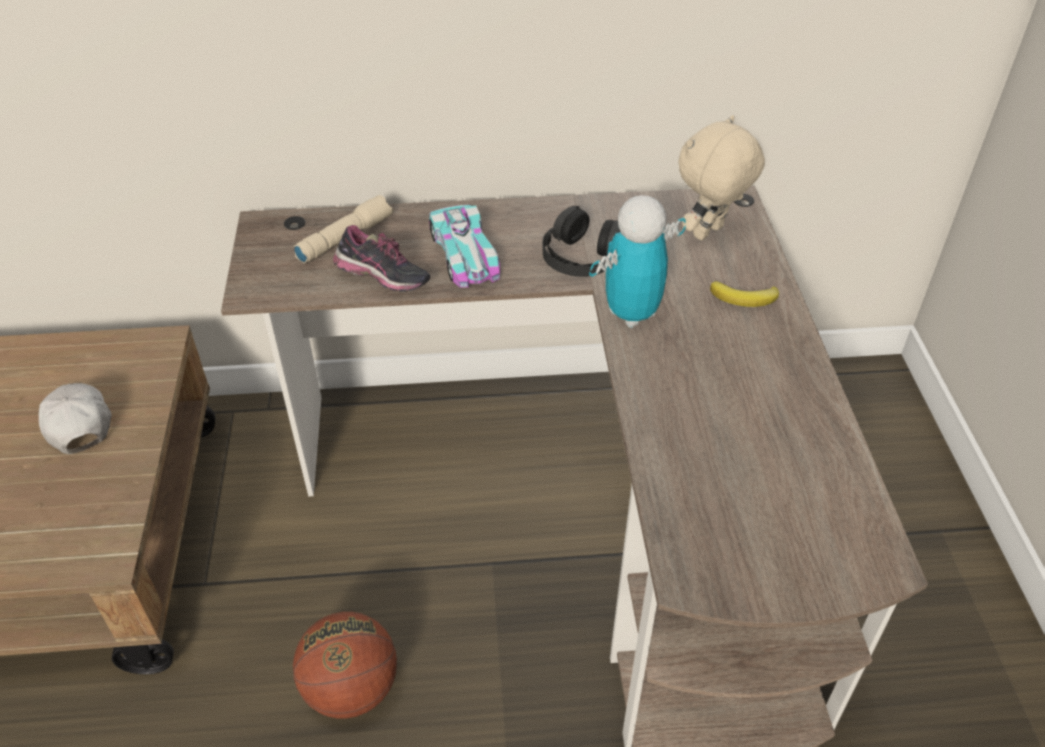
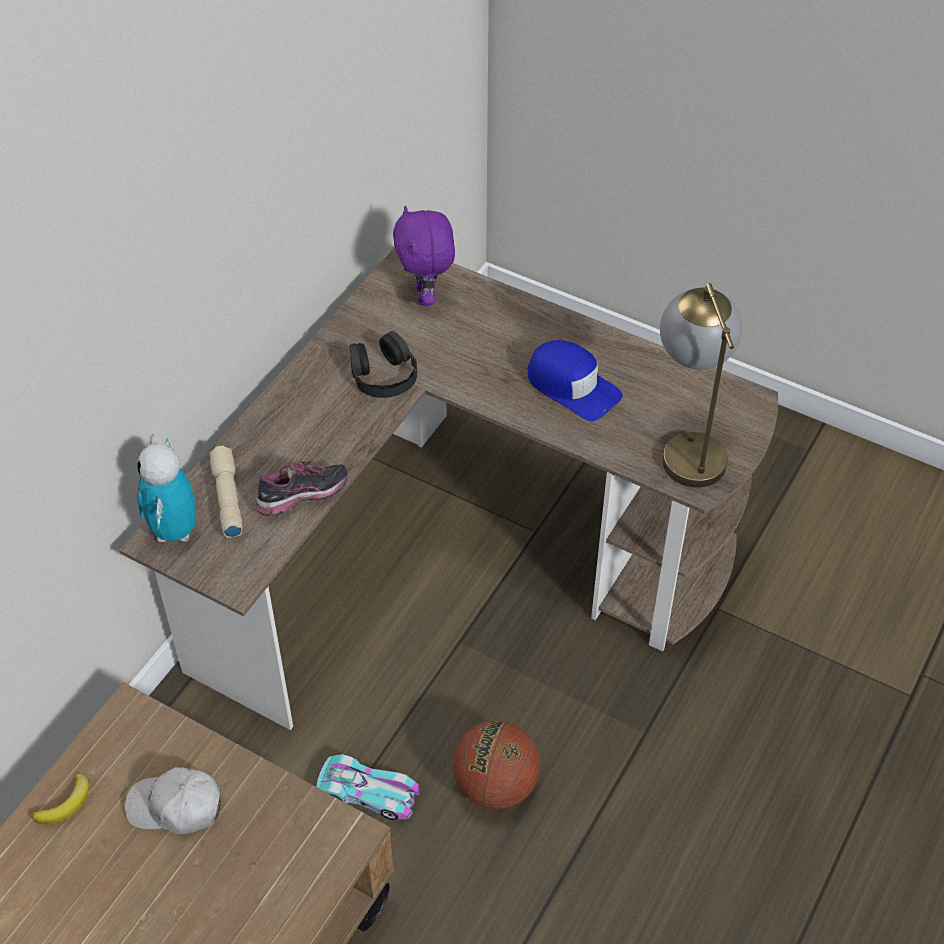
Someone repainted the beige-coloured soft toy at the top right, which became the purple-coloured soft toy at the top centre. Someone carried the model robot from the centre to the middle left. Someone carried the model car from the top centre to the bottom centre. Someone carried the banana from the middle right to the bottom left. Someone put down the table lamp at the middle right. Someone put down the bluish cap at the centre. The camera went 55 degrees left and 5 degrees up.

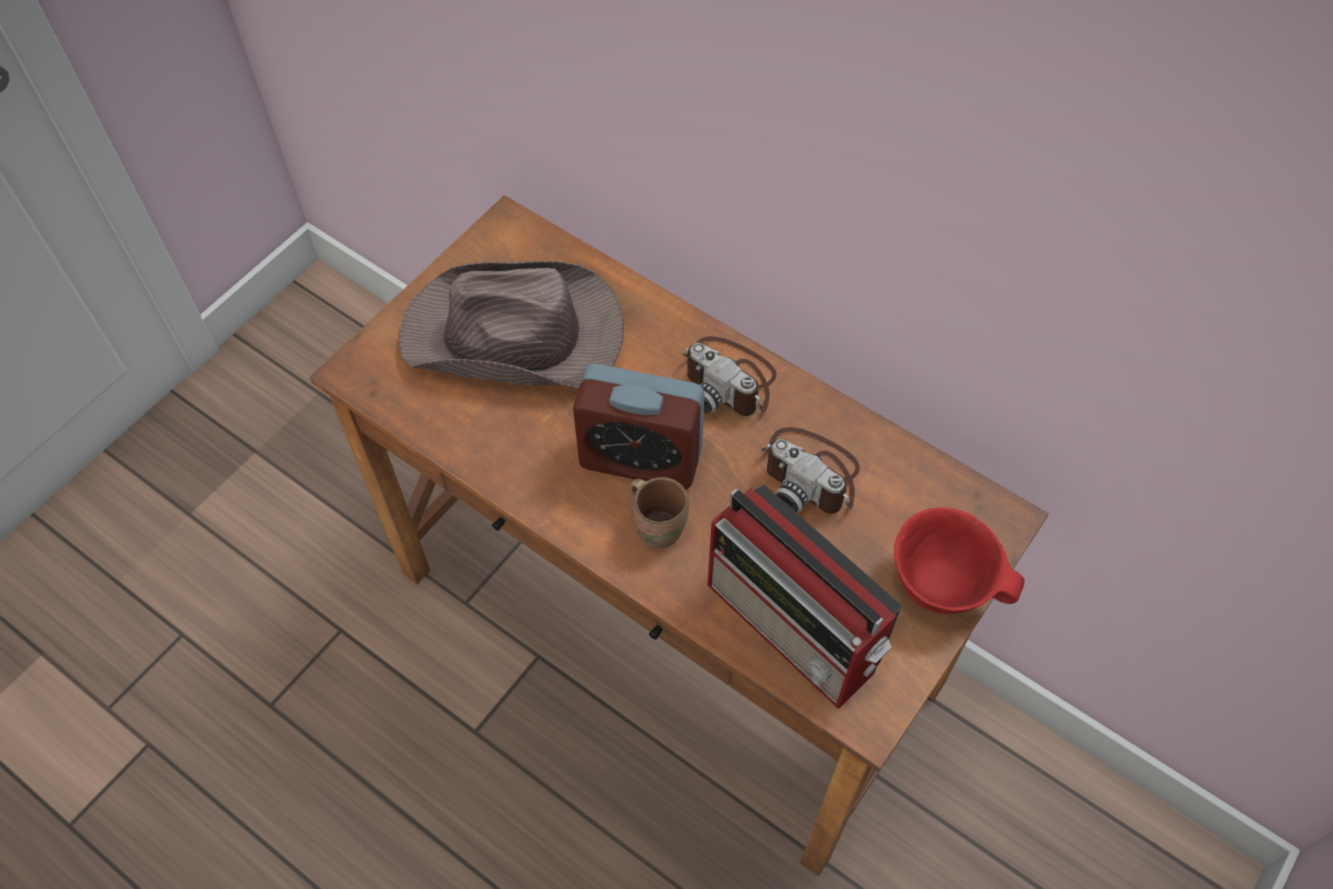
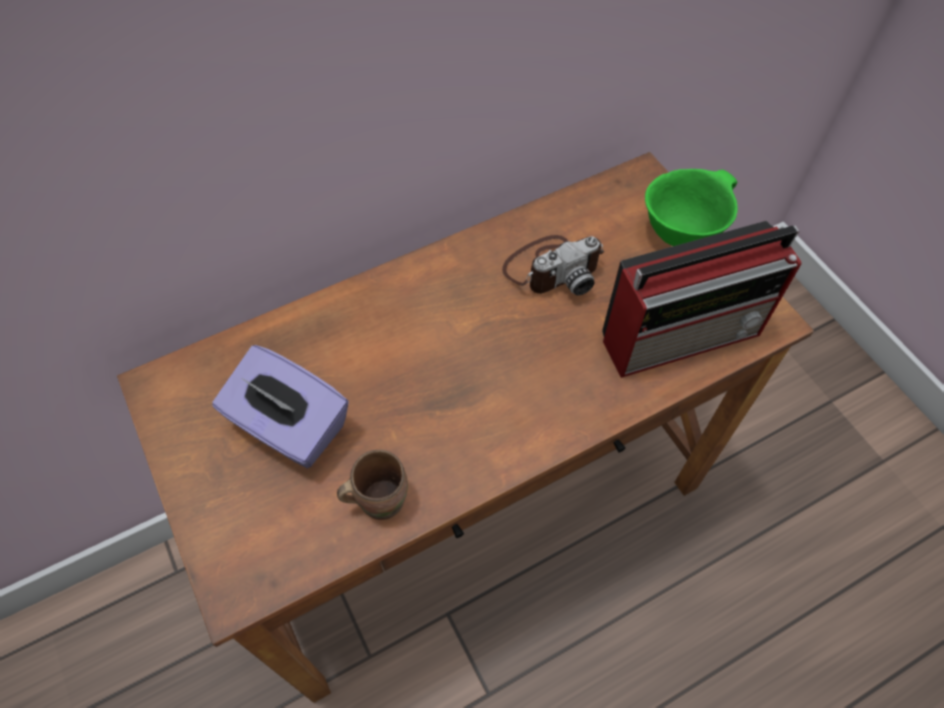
Someone swapped the brown-coloured hat at the centre for the purple-coloured tissue box at the middle left. Someone took away the still camera (1st from left) at the centre. Someone took away the bedside clock at the centre. Someone carried the brown-coloured coffee mug from the centre to the bottom centre. Someone repainted the red deep dish at the middle right, which became the greenish deep dish at the top right. The camera went 65 degrees left and 0 degrees up.

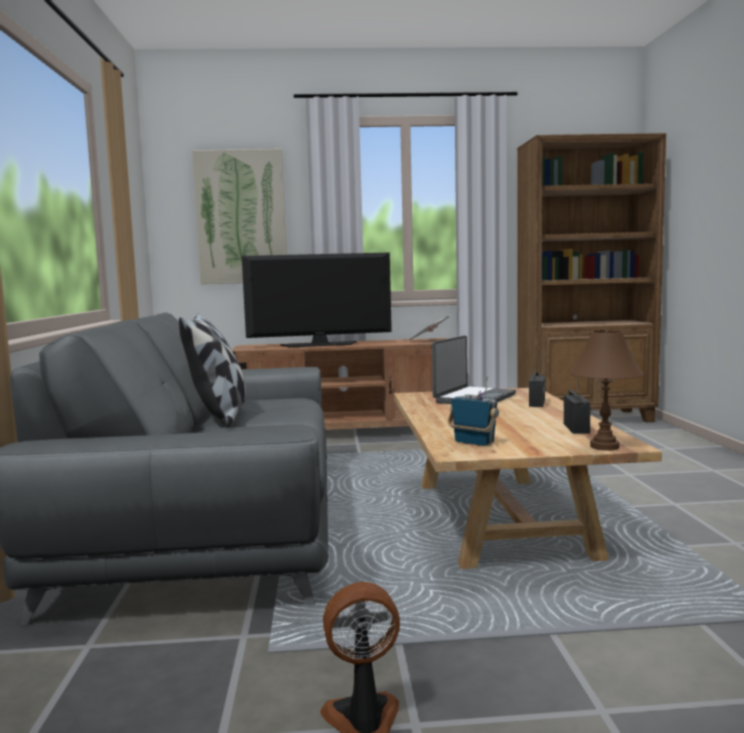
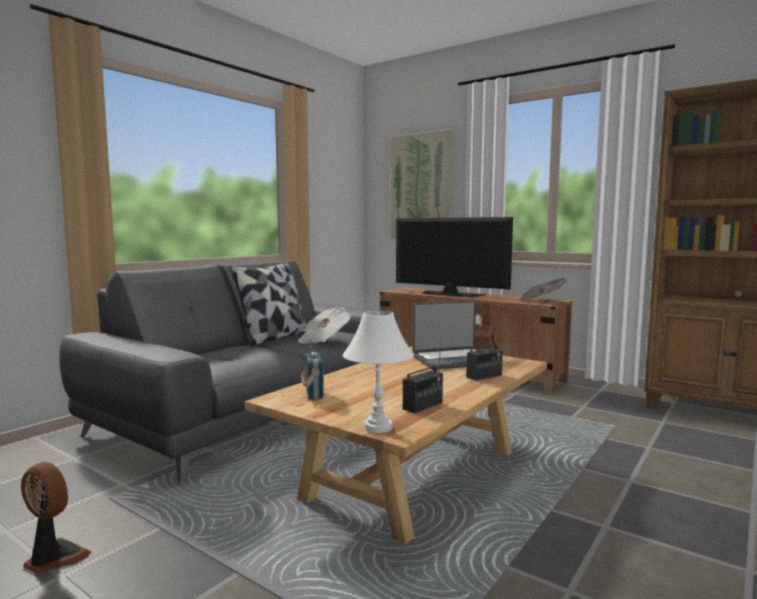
Someone repainted the brown-coloured table lamp at the middle right, which became the white table lamp at the centre. Someone put down the printed paper (1st from left) at the centre. The camera went 40 degrees right and 0 degrees up.

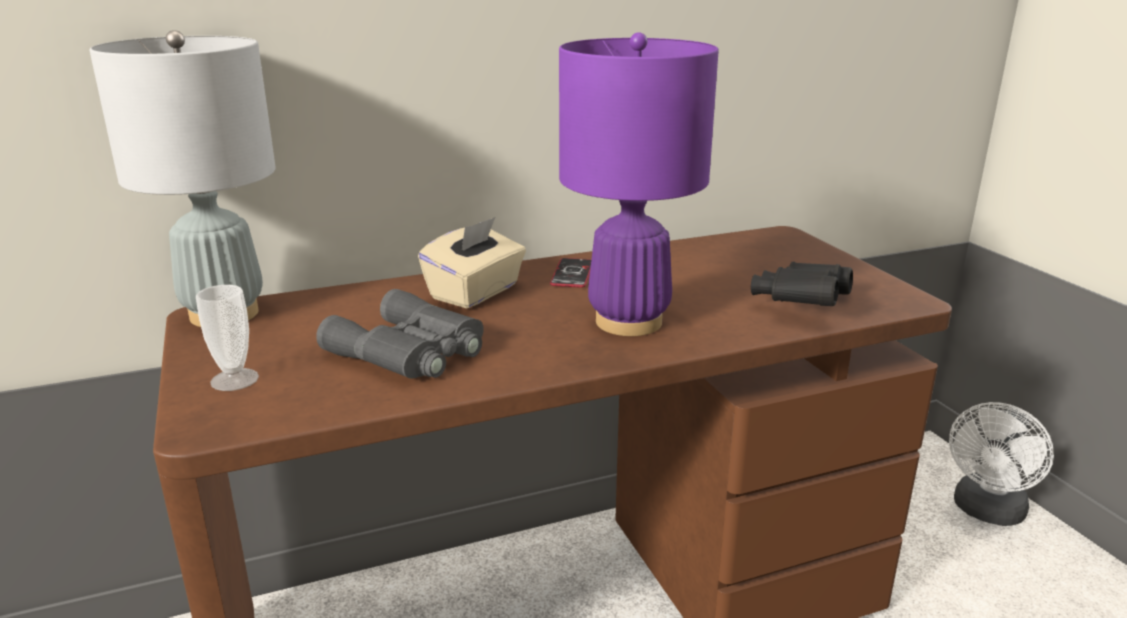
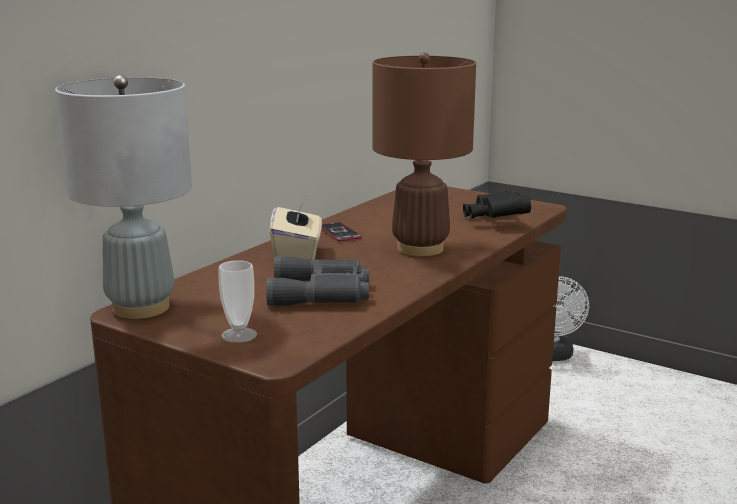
Someone repainted the purple-coloured table lamp at the top centre, which became the brown-coloured table lamp at the top centre. The camera went 35 degrees left and 5 degrees down.

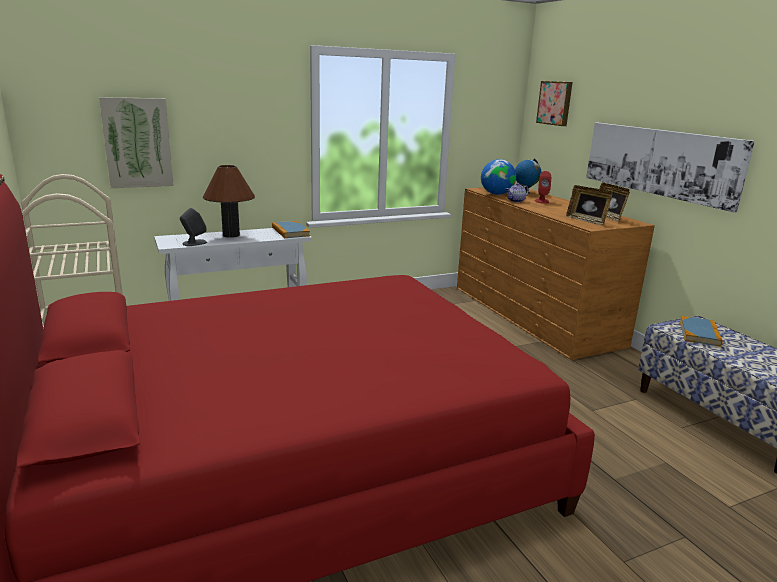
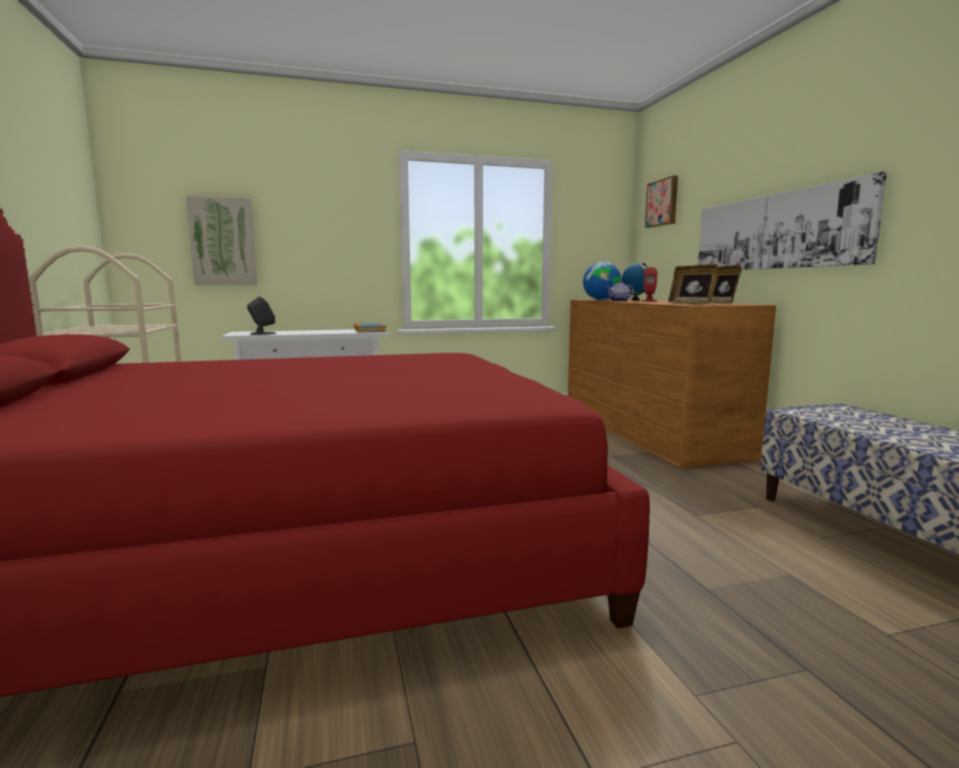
Someone took away the brown-coloured table lamp at the middle left. Someone took away the volume (2nd from left) at the middle right. The camera went 10 degrees right and 10 degrees down.

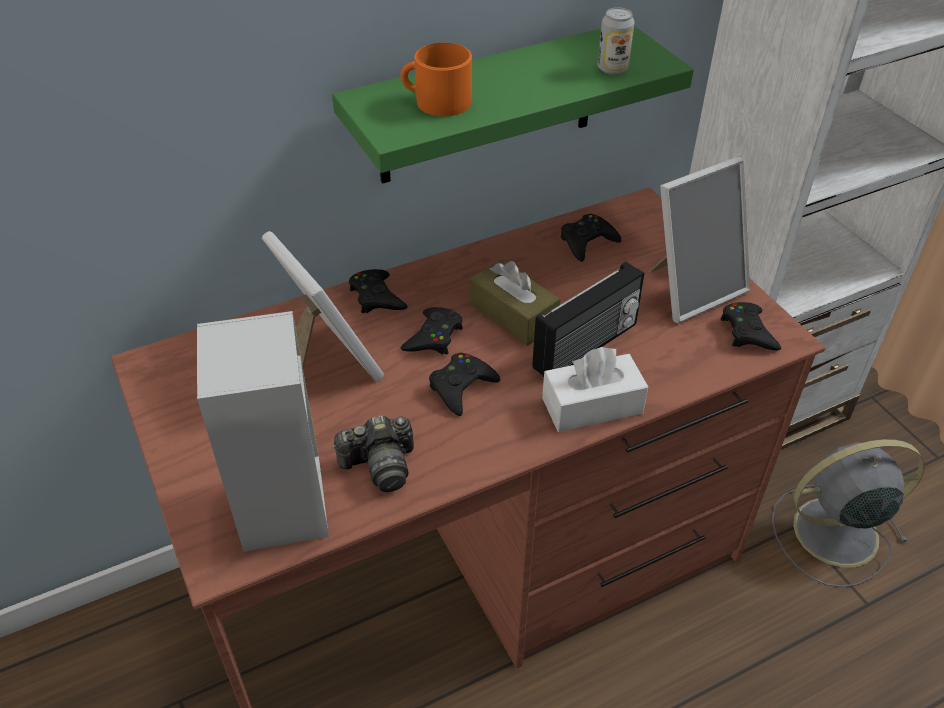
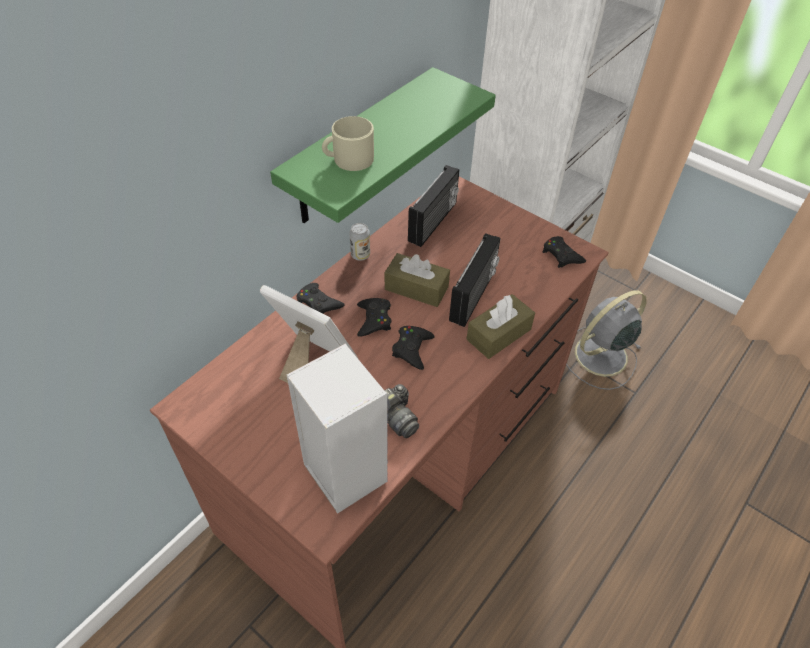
Someone carried the sealed can from the top centre to the centre. Someone repainted the orange coffee mug at the top centre, which became the beige-coloured coffee mug at the top centre. Someone took away the standing frame (2nd from left) at the middle right. Someone swapped the blackish gamepad (4th from left) at the centre for the radio receiver (1st from left) at the top centre. Someone repainted the white tissue box at the centre, which became the brown-coloured tissue box (2nd from left) at the centre. The camera went 25 degrees left and 5 degrees up.

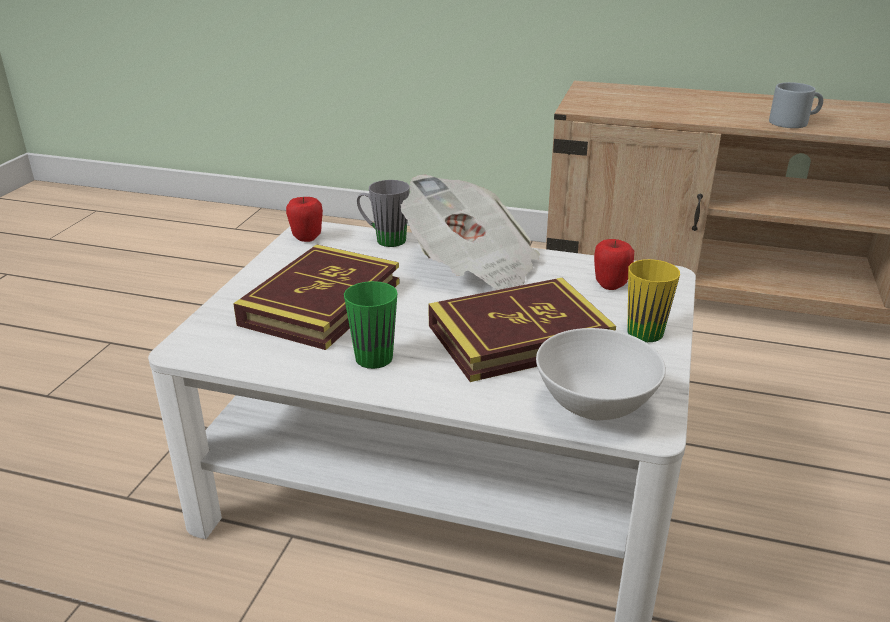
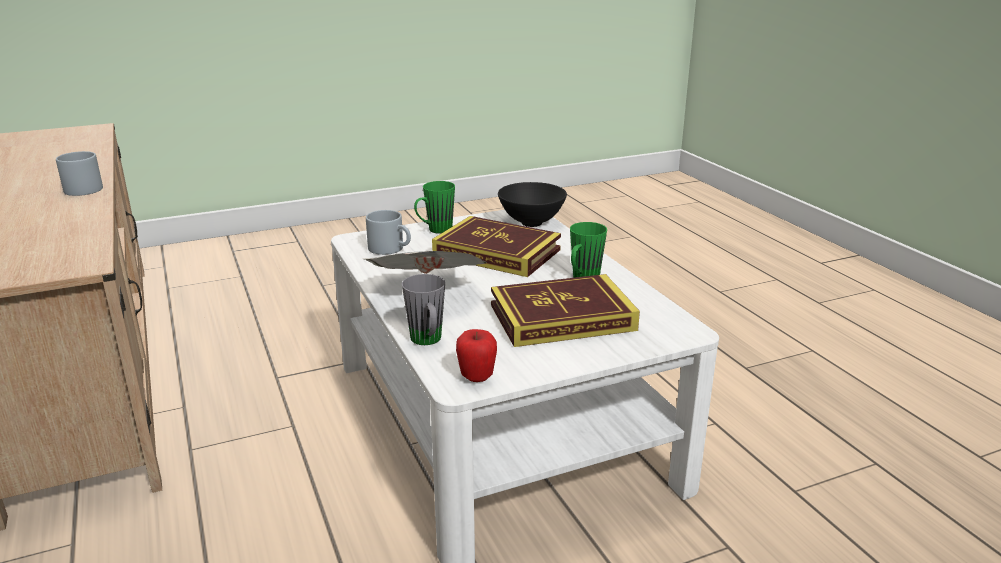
Someone swapped the apple (2nd from left) at the middle right for the gray coffee mug (2nd from left) at the centre. Someone repainted the yellow coffee mug at the middle right, which became the greenish coffee mug (1st from left) at the centre. Someone repainted the white deep dish at the middle right, which became the blackish deep dish at the centre. The camera went 130 degrees left and 5 degrees down.

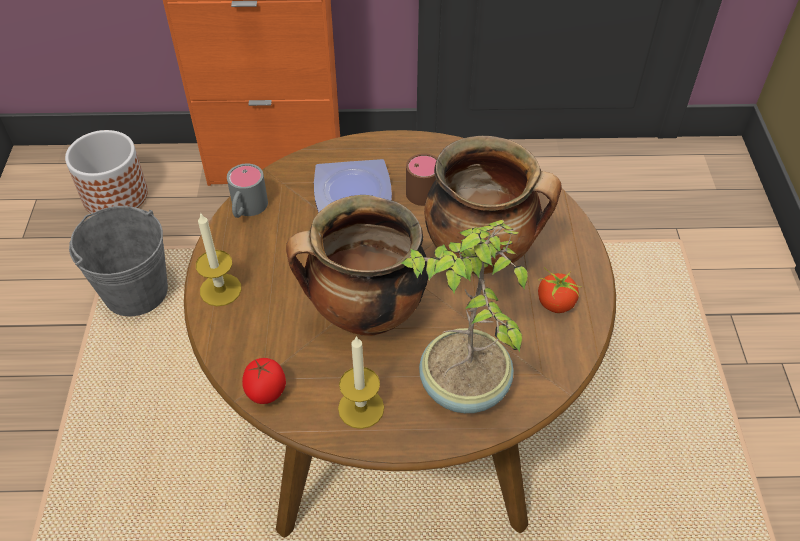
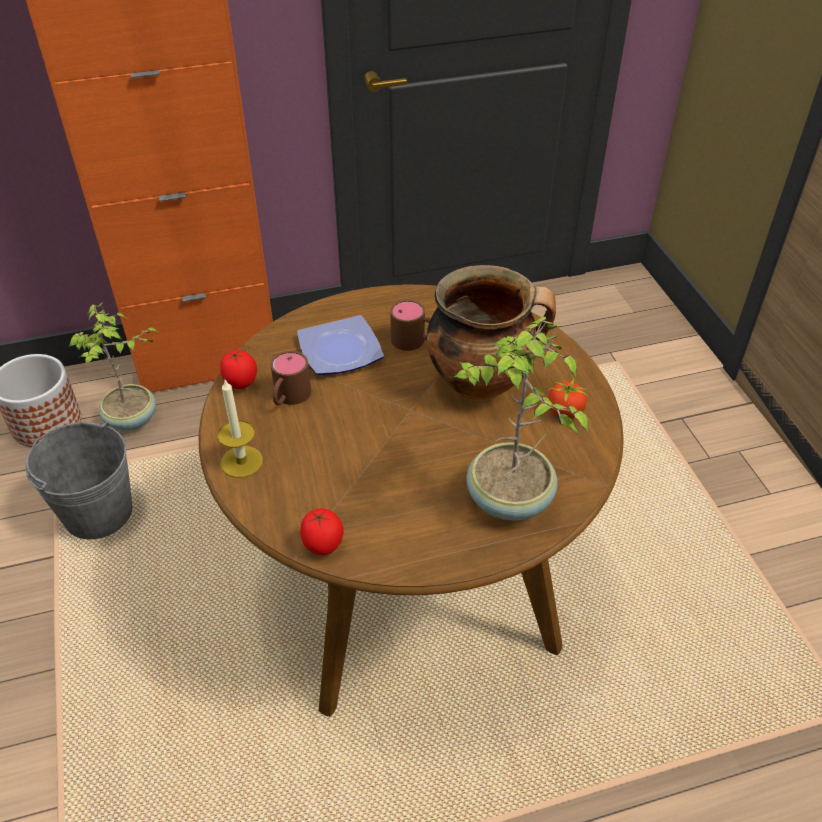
Someone swapped the gray coffee mug at the middle left for the tomato (1st from left) at the middle left. Someone took away the stockpot (1st from left) at the centre. Someone took away the wax light (2nd from left) at the bottom centre. Someone put down the potted plant (1st from left) at the middle left. Someone put down the brown-coloured coffee mug (1st from left) at the centre. The camera went 15 degrees left and 5 degrees down.

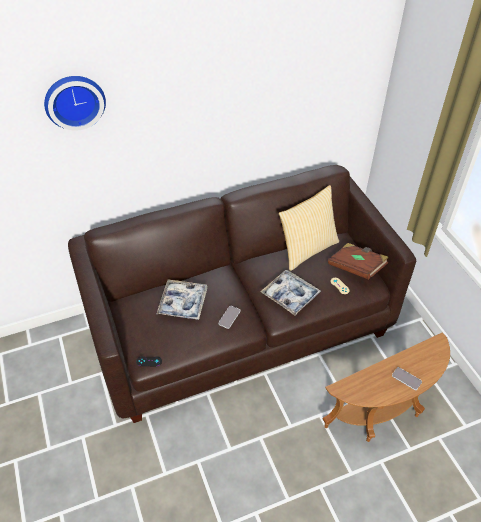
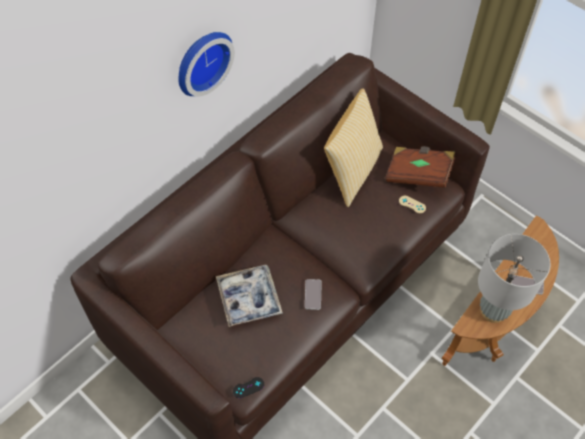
Someone carried the clock on the wall from the top left to the top centre. Someone took away the carrying tray (2nd from left) at the centre. Someone put down the gray table lamp at the middle right. The camera went 25 degrees left and 10 degrees up.

